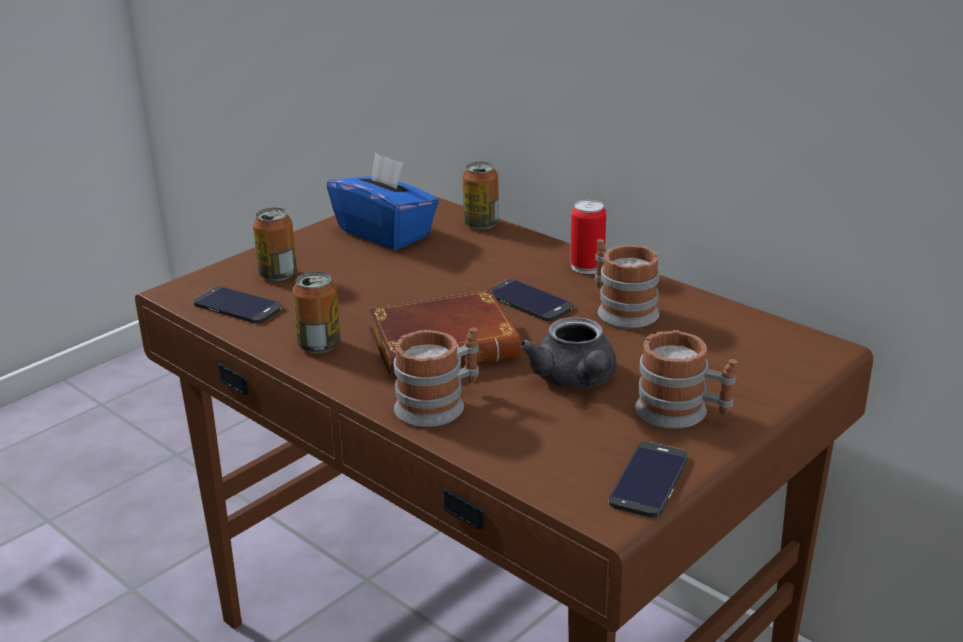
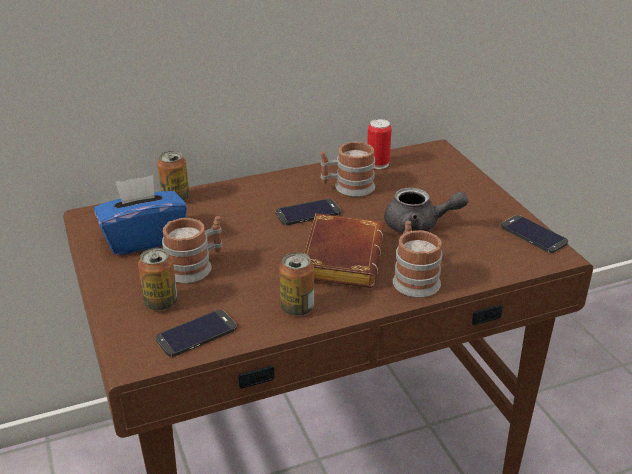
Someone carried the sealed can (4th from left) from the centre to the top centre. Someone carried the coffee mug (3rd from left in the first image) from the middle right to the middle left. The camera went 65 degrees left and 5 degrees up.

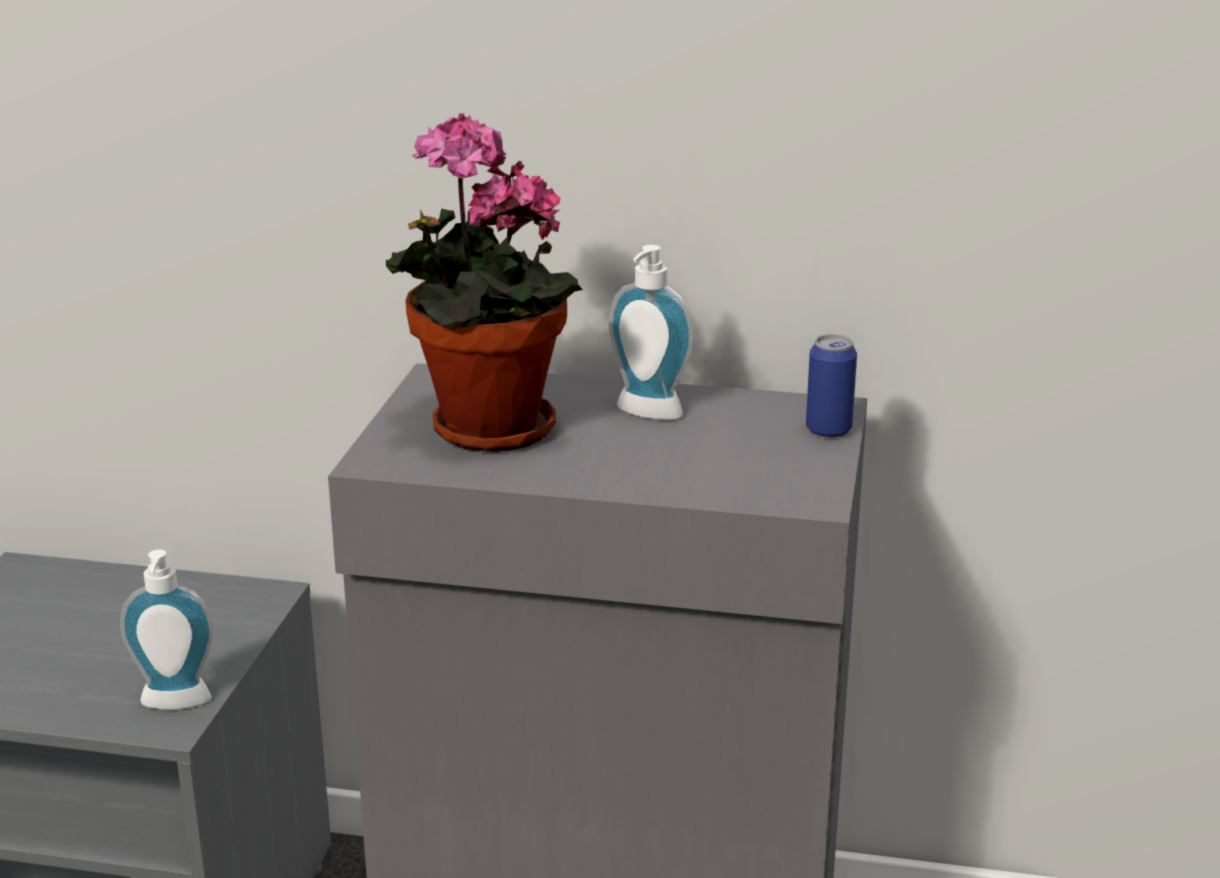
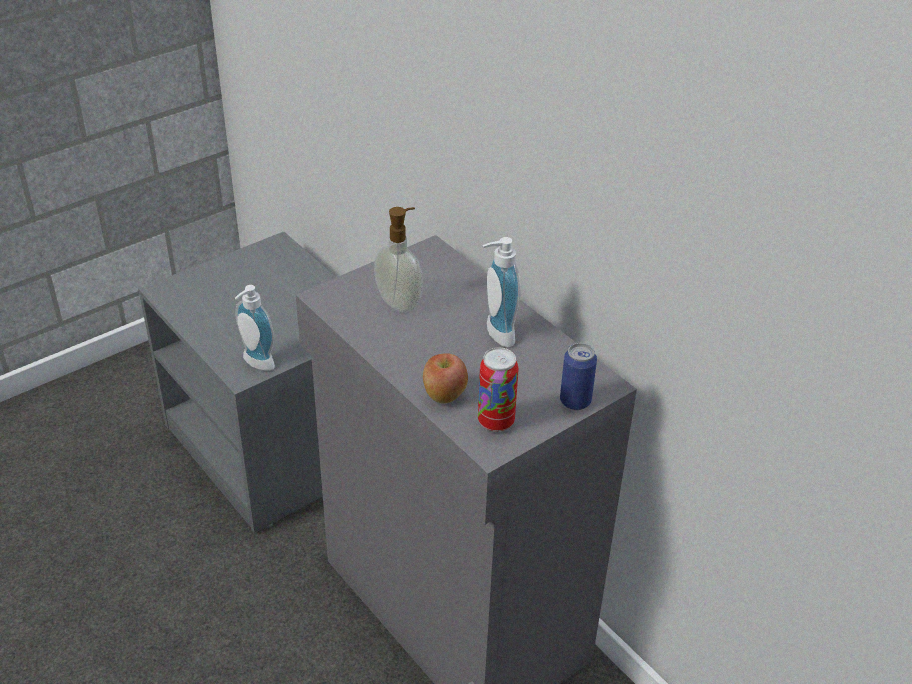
Someone swapped the potted plant at the top centre for the liquid soap bottle (2nd from left) at the centre. Someone put down the sealed can (1st from left) at the centre. Someone put down the apple at the centre. The camera went 40 degrees right and 15 degrees up.

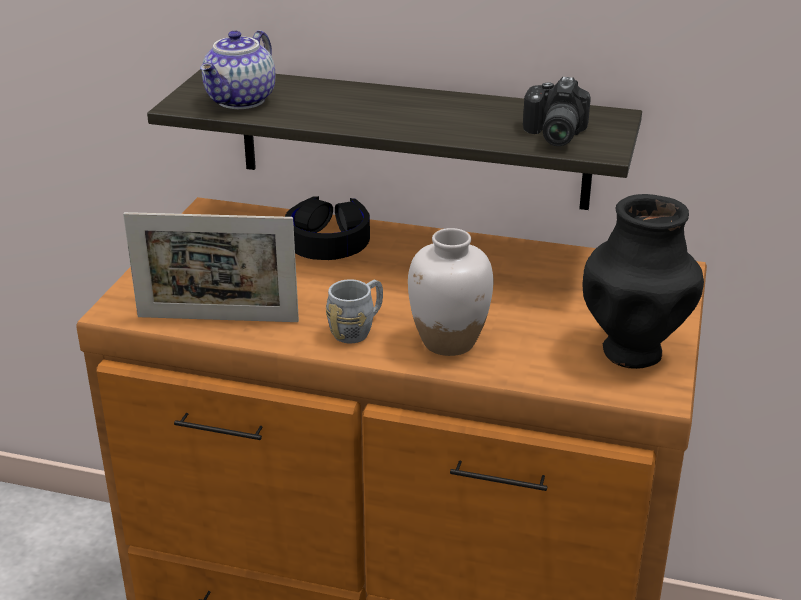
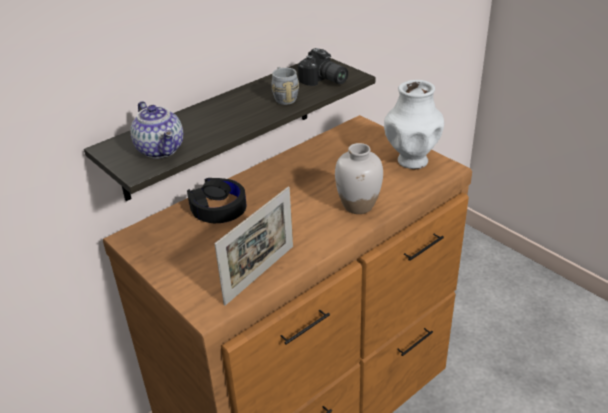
Someone repainted the blackish decorative vase at the middle right, which became the white decorative vase (2nd from left) at the top right. Someone carried the gray coffee mug from the centre to the top centre. The camera went 55 degrees left and 5 degrees up.

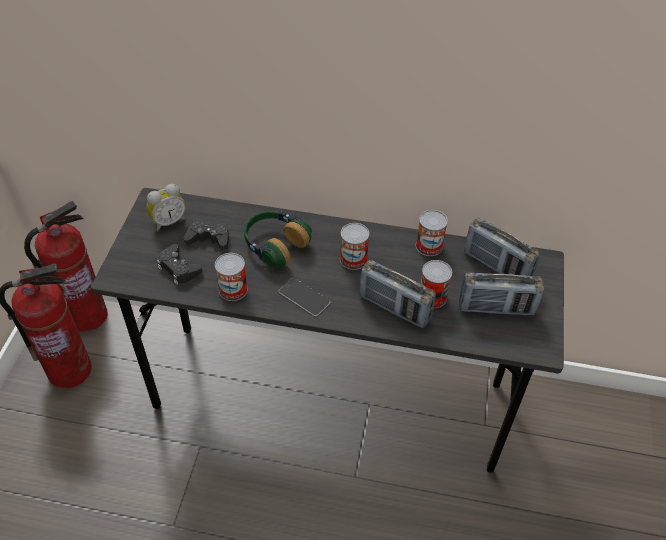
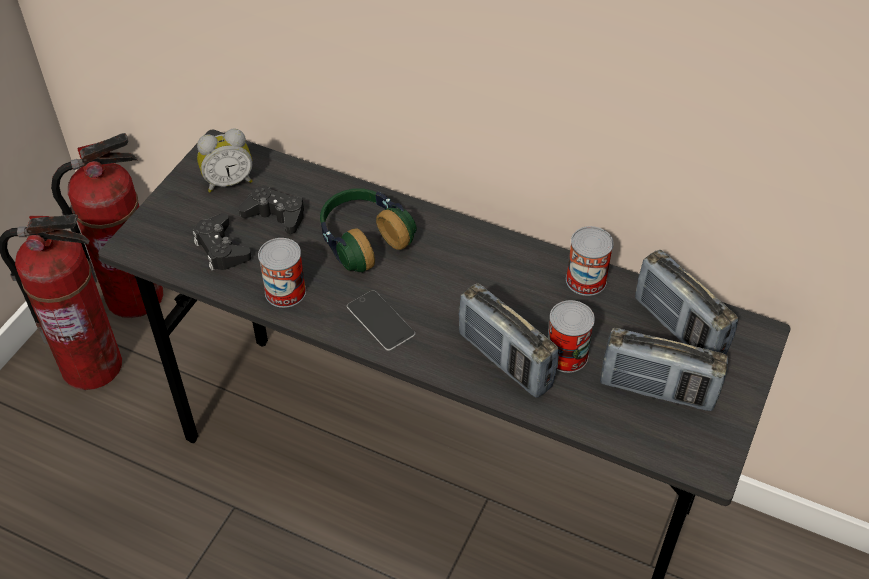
Someone took away the sealed can (2nd from left) at the centre. The camera went 15 degrees right and 0 degrees up.

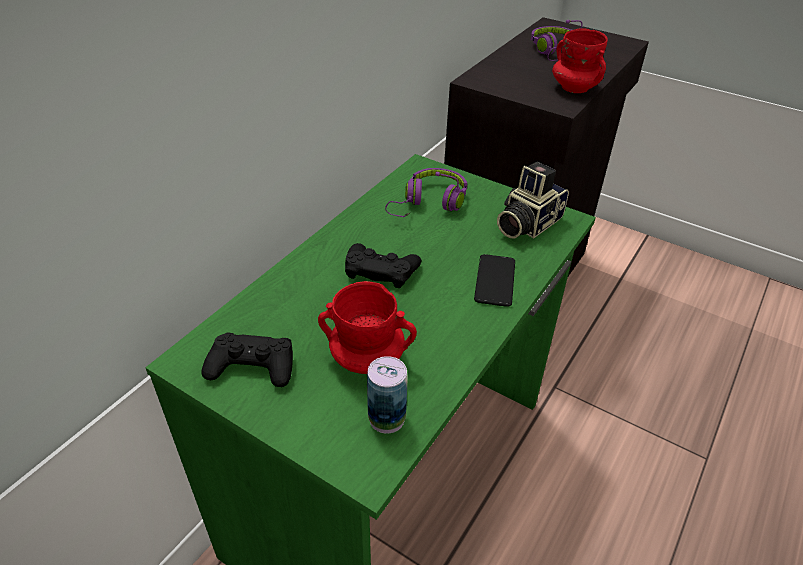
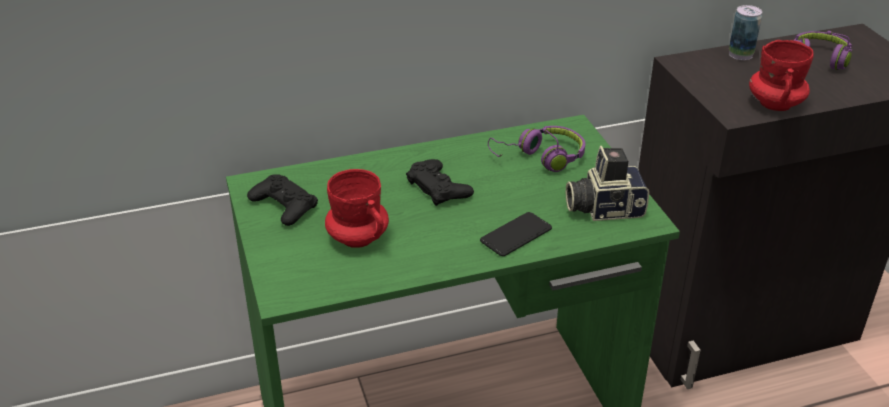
Someone carried the sealed can from the bottom centre to the top right. The camera went 40 degrees right and 5 degrees down.

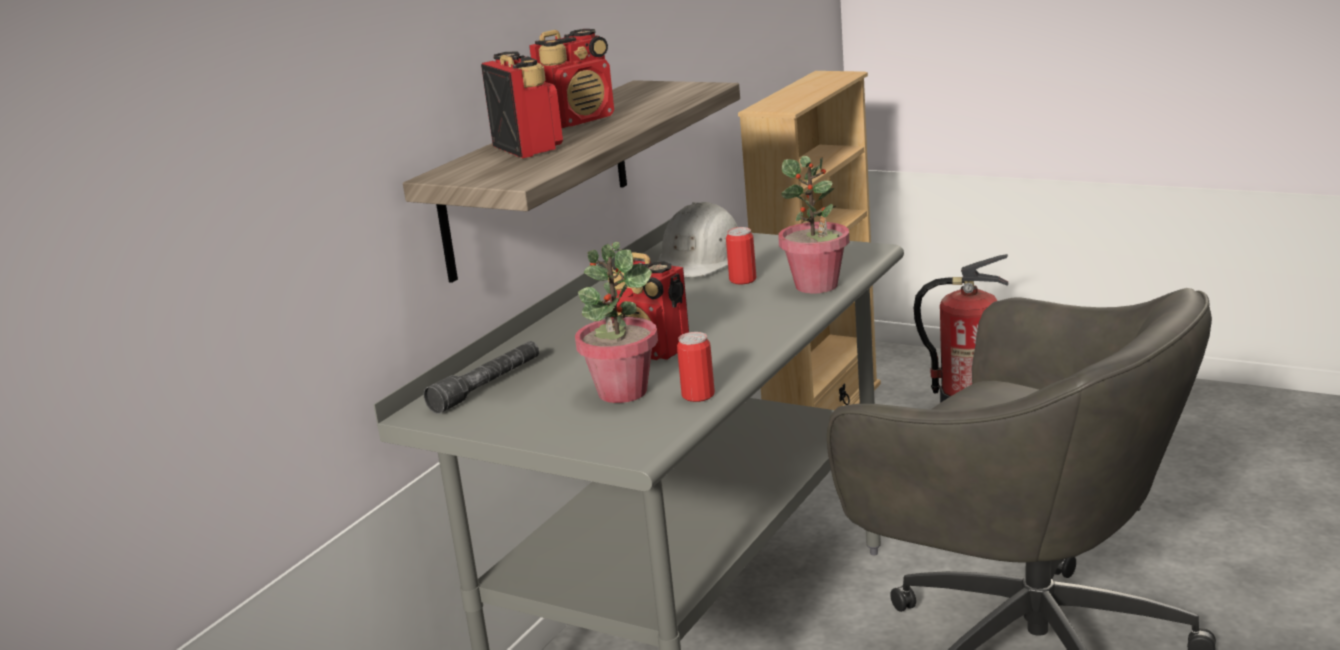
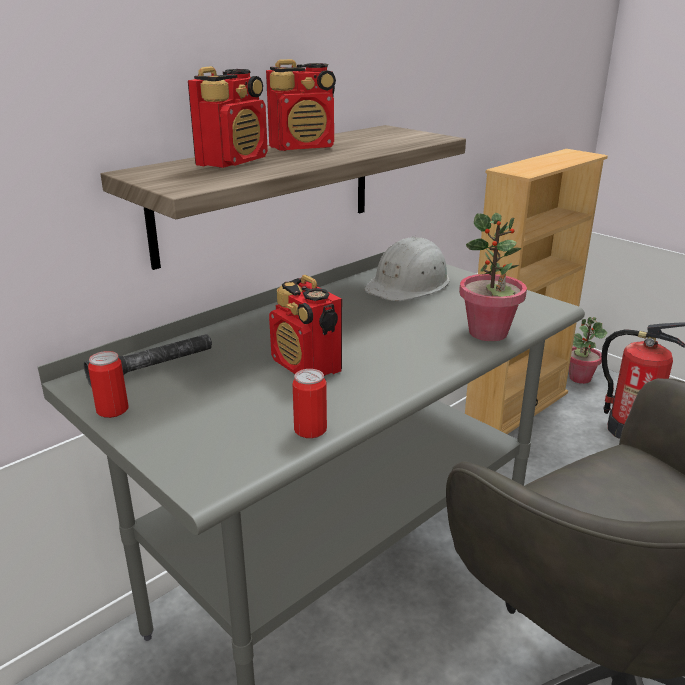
Someone rotated the radio receiver (1st from left) at the top centre by 45 degrees clockwise. Someone carried the sealed can (2nd from left in the first image) from the centre to the middle left. Someone carried the potted plant (1st from left in the first image) from the centre to the middle right. The camera went 15 degrees right and 5 degrees up.

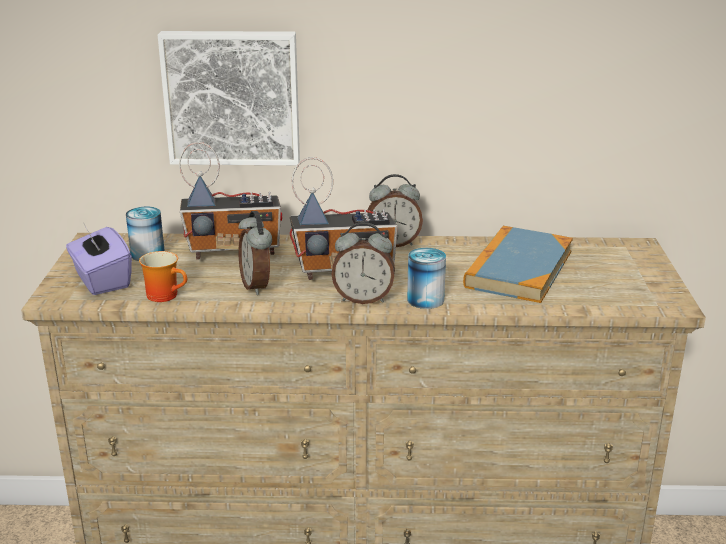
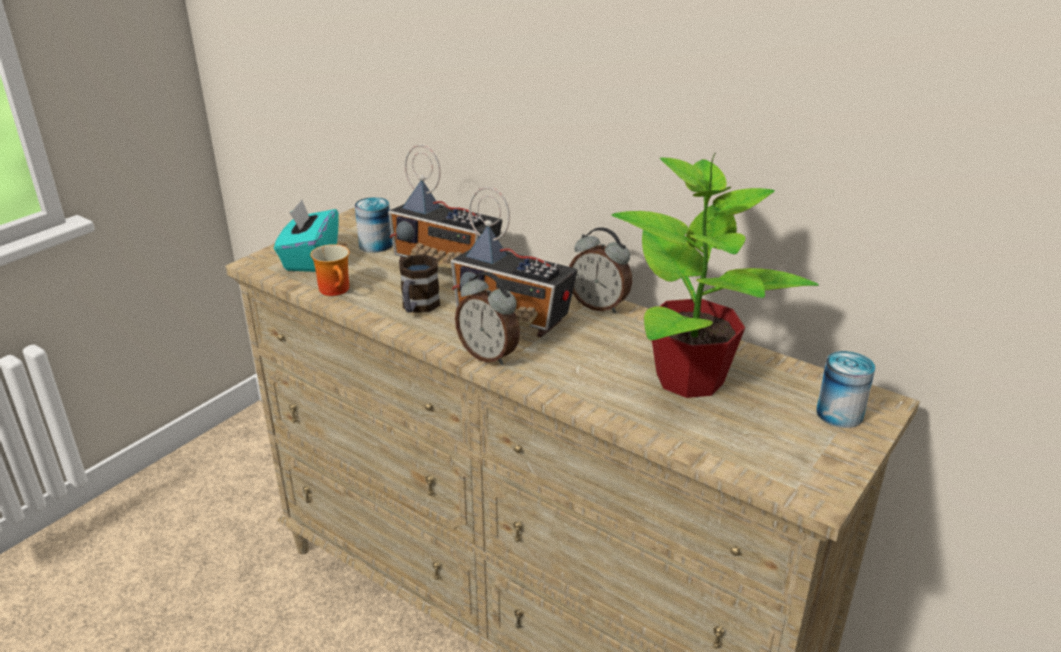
Someone took away the wall art at the top left. Someone swapped the bedside clock (1st from left) at the centre for the coffee mug (2nd from left) at the centre. Someone repainted the purple-coloured tissue box at the middle left, which became the blue-green tissue box at the middle left. Someone swapped the volume at the middle right for the potted plant at the middle right. Someone carried the sealed can (2nd from left) from the centre to the middle right. The camera went 35 degrees right and 5 degrees up.

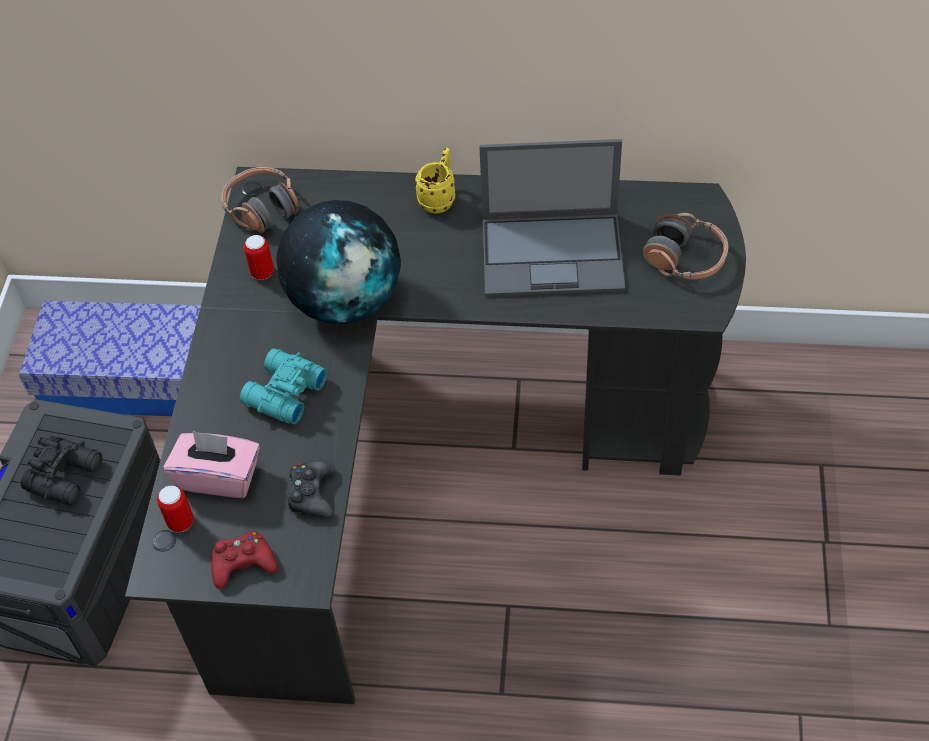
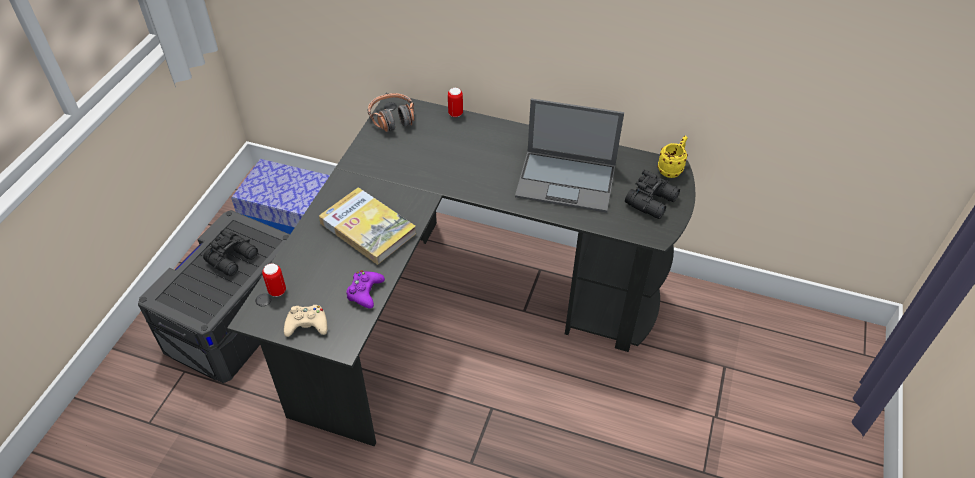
Someone carried the yellow coffee mug from the top centre to the top right. Someone took away the desk globe at the centre. Someone swapped the headset (2nd from left) at the top right for the blackish pair of binoculars (2nd from left) at the middle right. Someone carried the sealed can (2nd from left) from the middle left to the top centre. Someone swapped the blue-green pair of binoculars at the middle left for the volume at the centre. Someone took away the pink-coloured tissue box at the middle left. Someone repainted the blackish gamepad at the centre, which became the purple-coloured gamepad at the centre. Someone repainted the red gamepad at the bottom left, which became the beige-coloured gamepad at the bottom left. The camera went 10 degrees right and 5 degrees down.

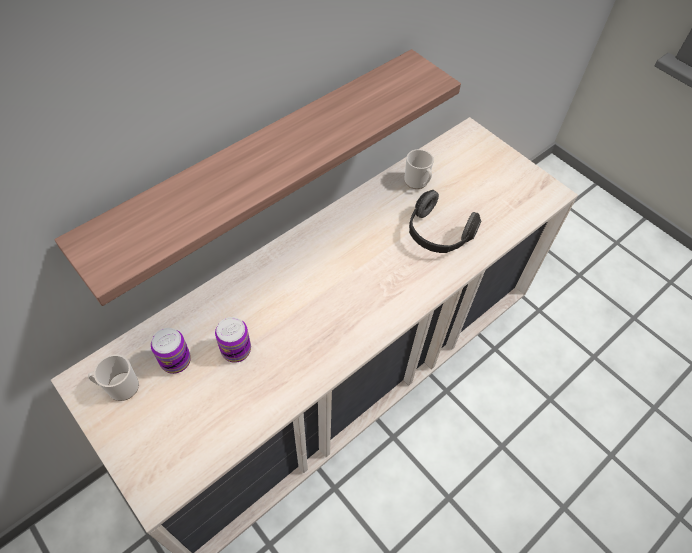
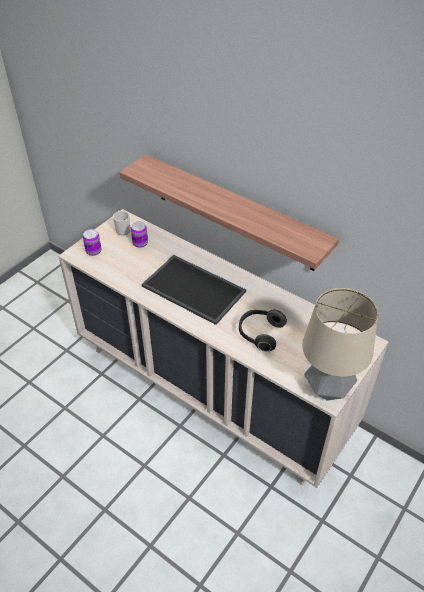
Someone took away the coffee mug (2nd from left) at the top centre. Someone carried the sealed can (2nd from left in the first image) from the centre to the middle left. Someone put down the carrying tray at the centre. Someone put down the table lamp at the middle right. The camera went 80 degrees right and 10 degrees down.

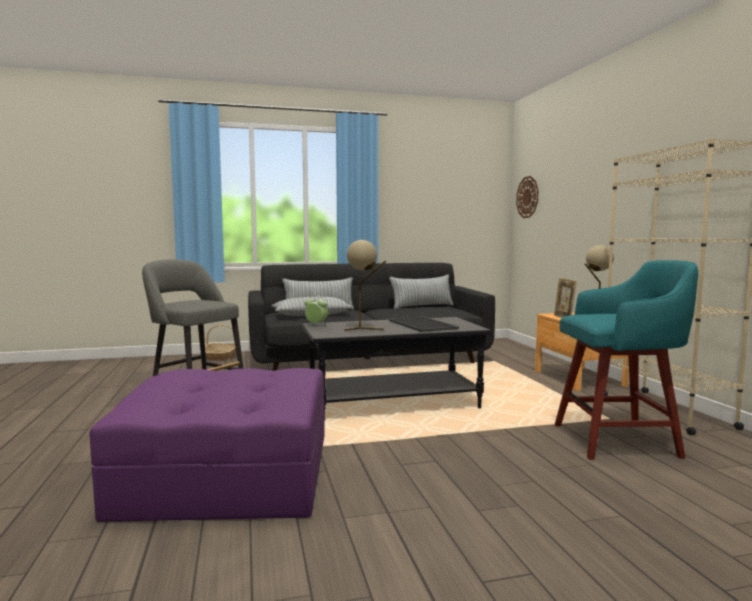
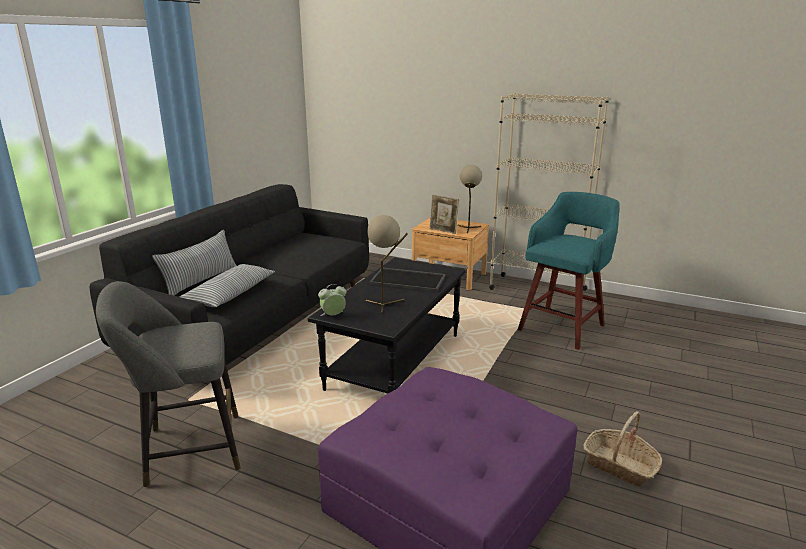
Someone took away the clock on the wall at the top right. Someone took away the pillow (3rd from left) at the centre. Someone carried the basket from the middle left to the bottom right. The camera went 50 degrees left and 15 degrees up.

